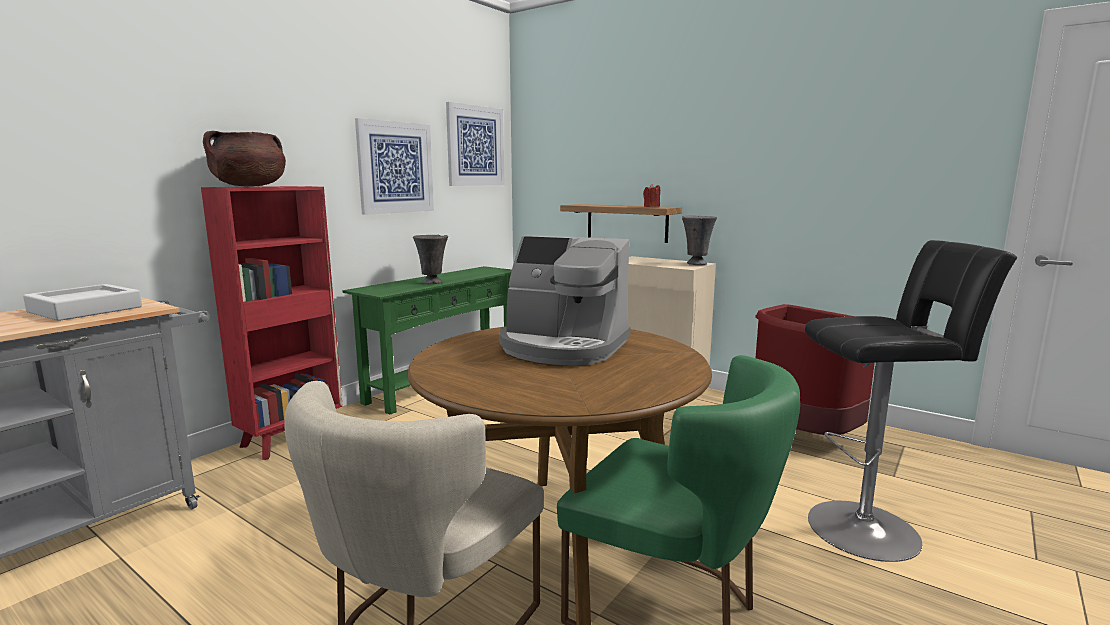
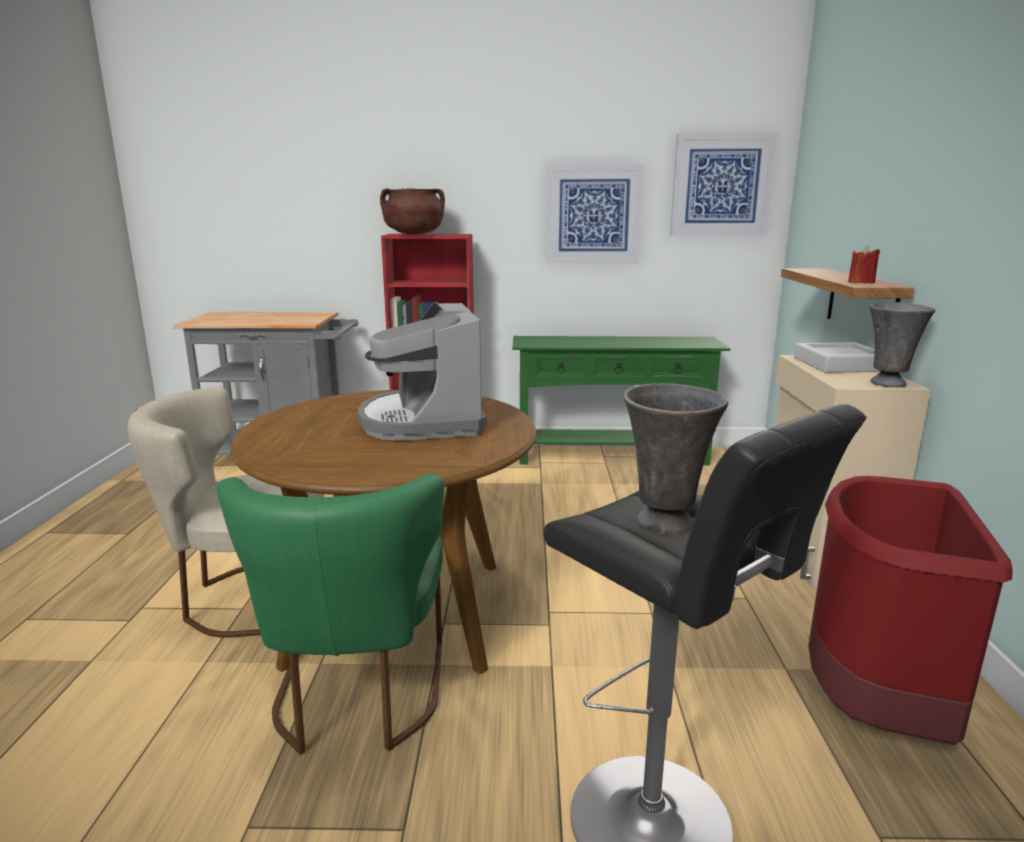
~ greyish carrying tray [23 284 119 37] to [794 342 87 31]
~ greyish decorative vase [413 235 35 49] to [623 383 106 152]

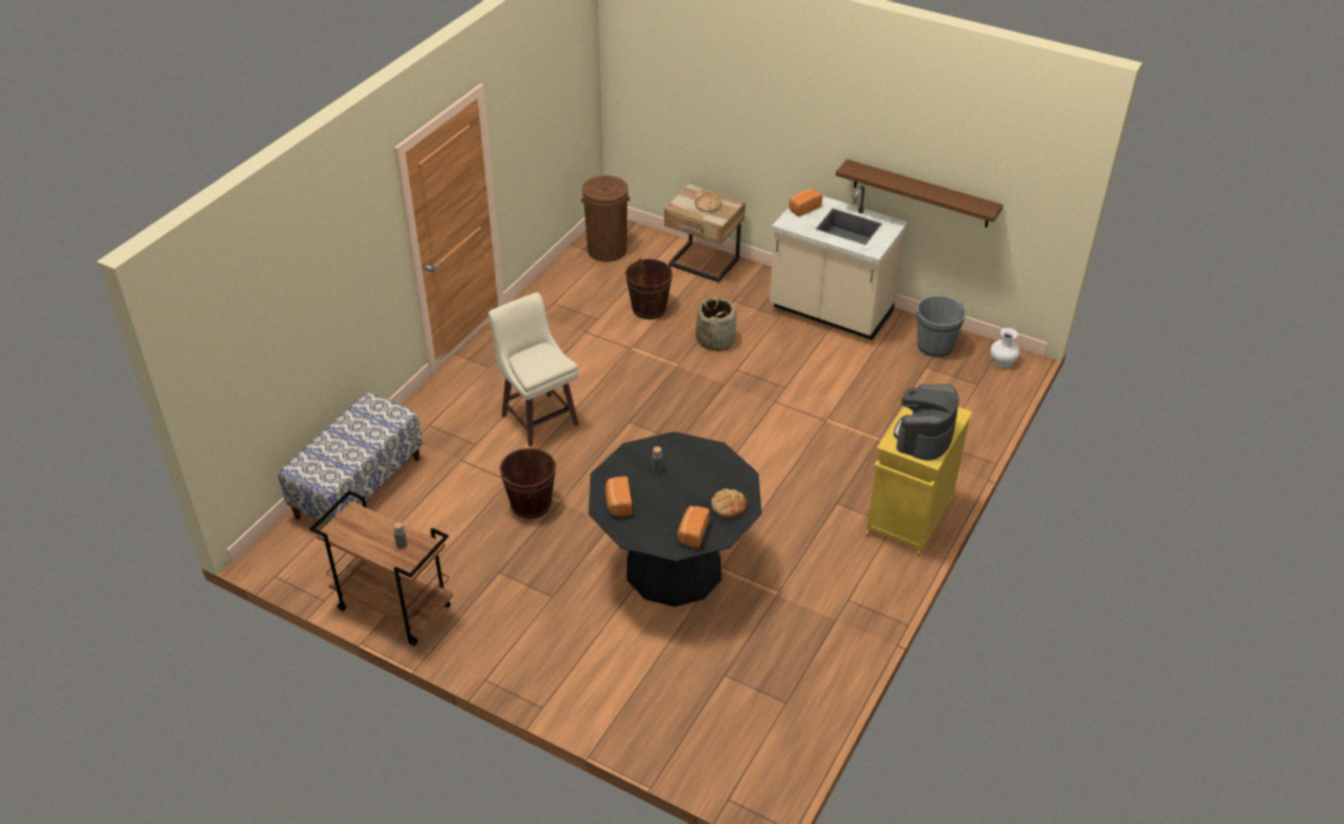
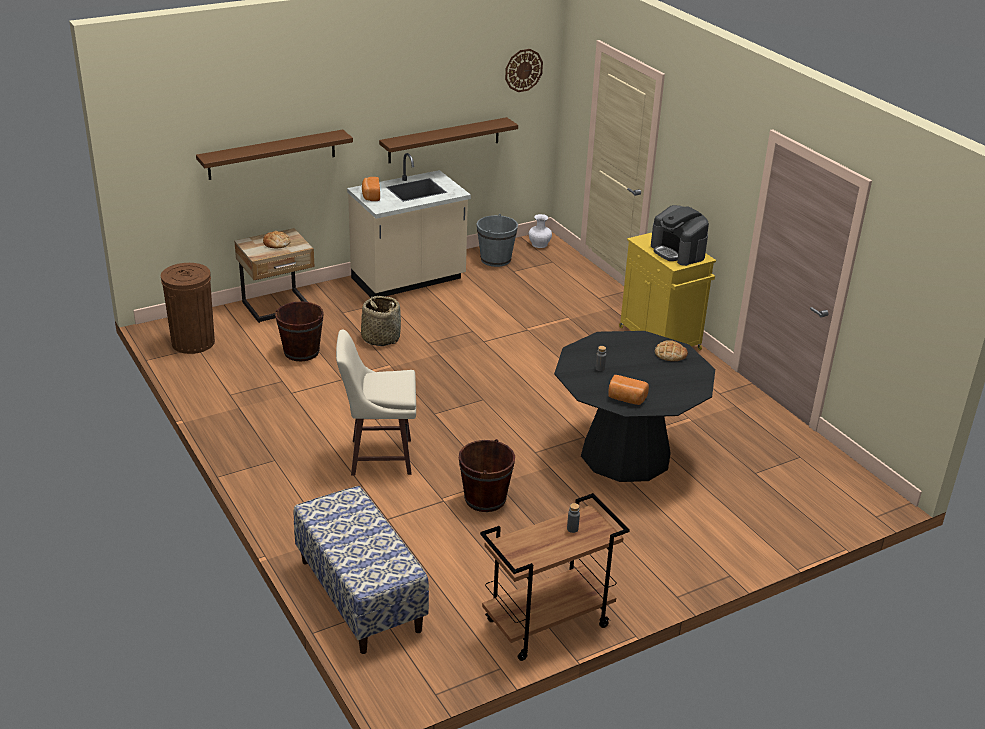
- baked bread [677 506 33 42]
+ brownish wall shelf [196 130 157 50]
+ wall clock [505 49 38 43]

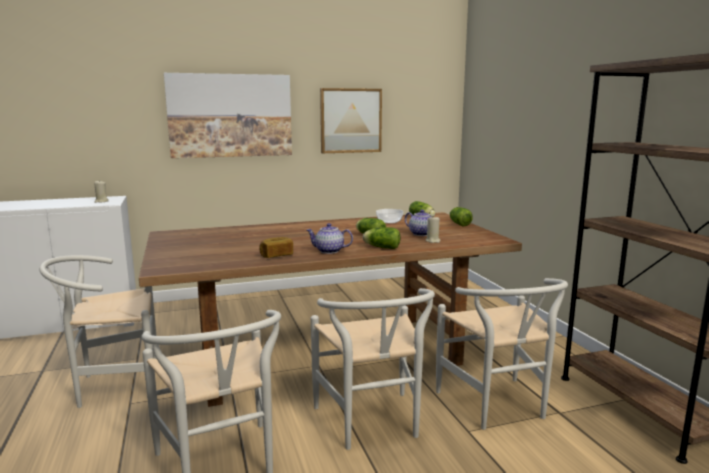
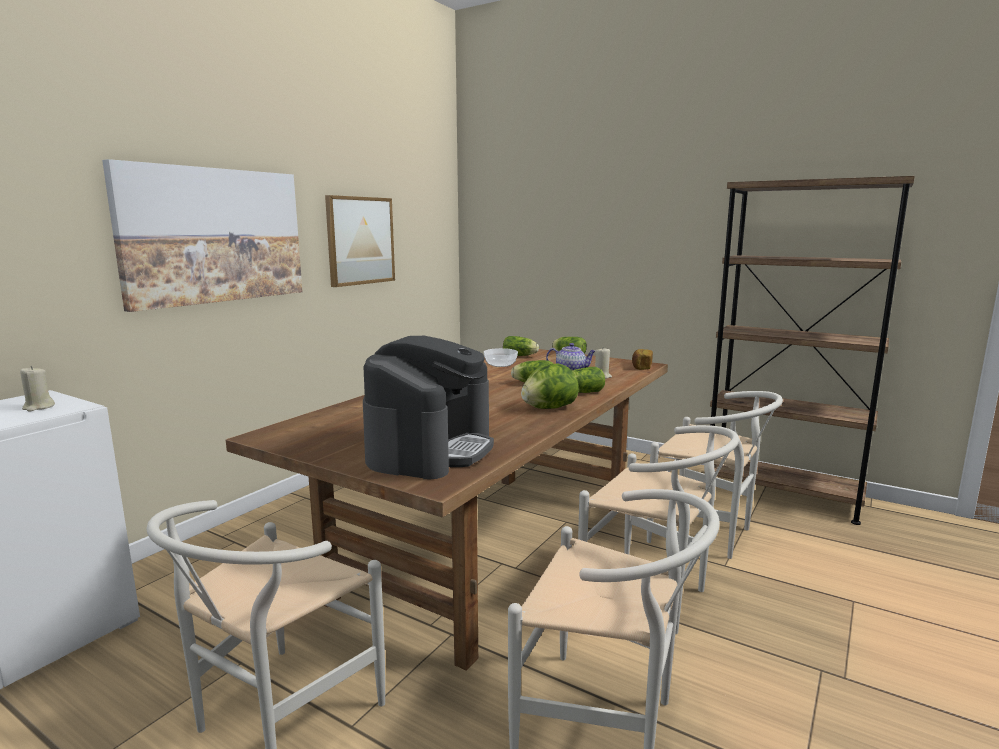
+ coffee machine [363 336 131 144]
~ baked bread [259 237 34 21] to [632 349 21 21]
~ tea pot [307 223 46 31] to lettuce [521 363 58 46]

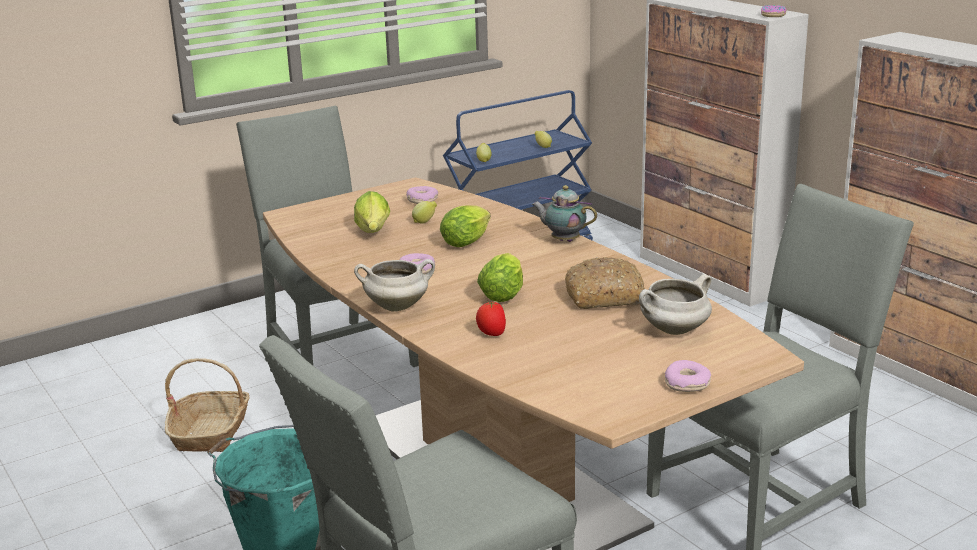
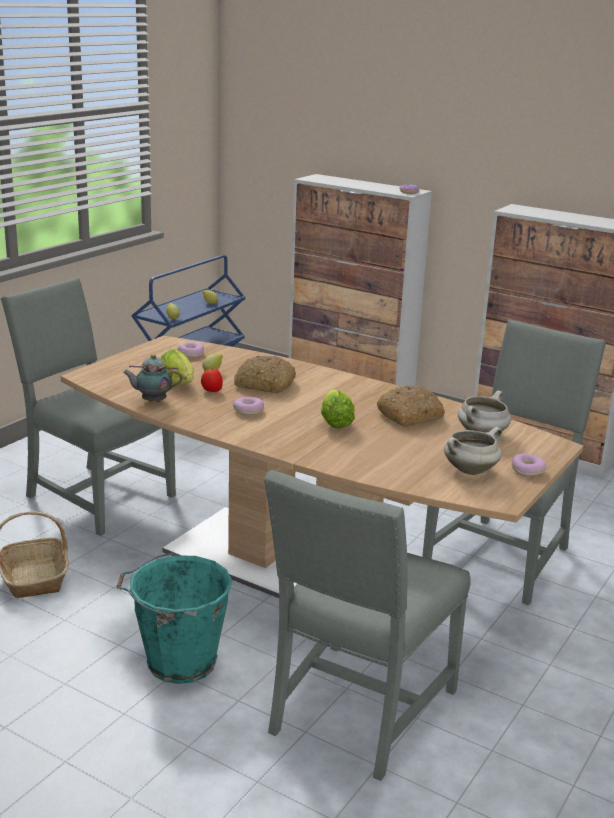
~ whitish stockpot [354 259 81 53] to [444 427 58 48]
~ tomato [476 302 30 34] to [201 368 22 24]
~ tea pot [532 185 65 57] to [122 354 61 48]
~ lettuce [440 205 51 42] to baked bread [234 356 62 37]

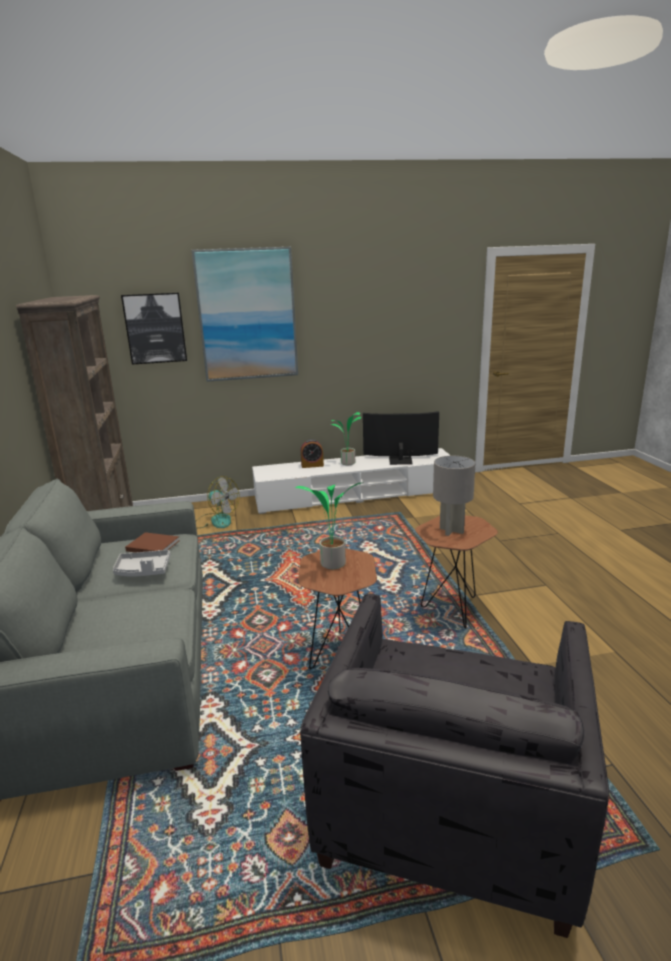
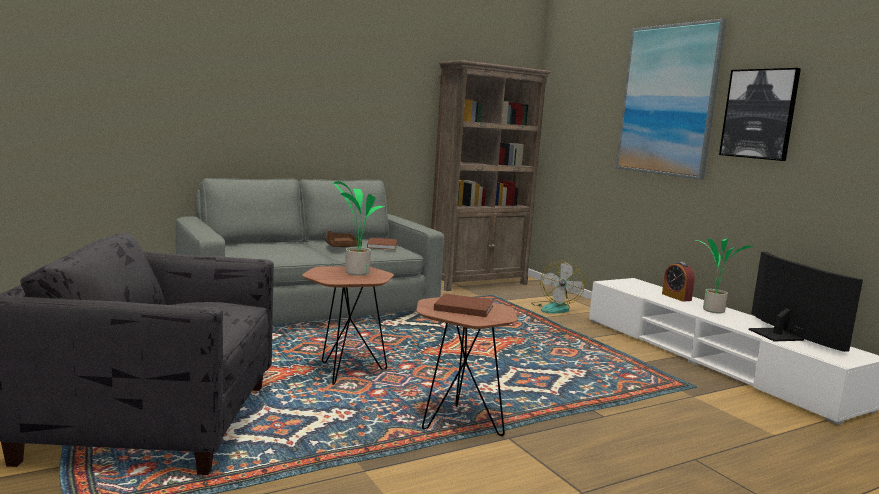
~ picture [121 293 66 72] to [719 68 82 93]
~ greyish lamp for a table [433 456 42 80] to brownish book [434 293 60 24]
~ greyish carrying tray [113 550 57 27] to brownish carrying tray [325 231 37 16]

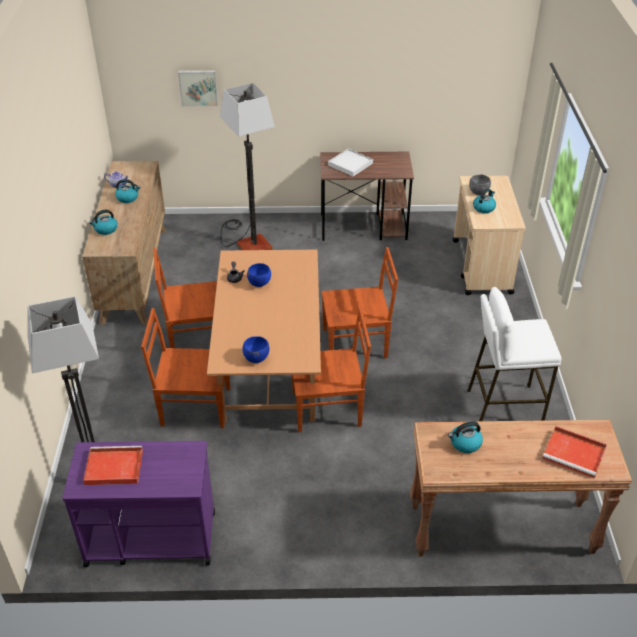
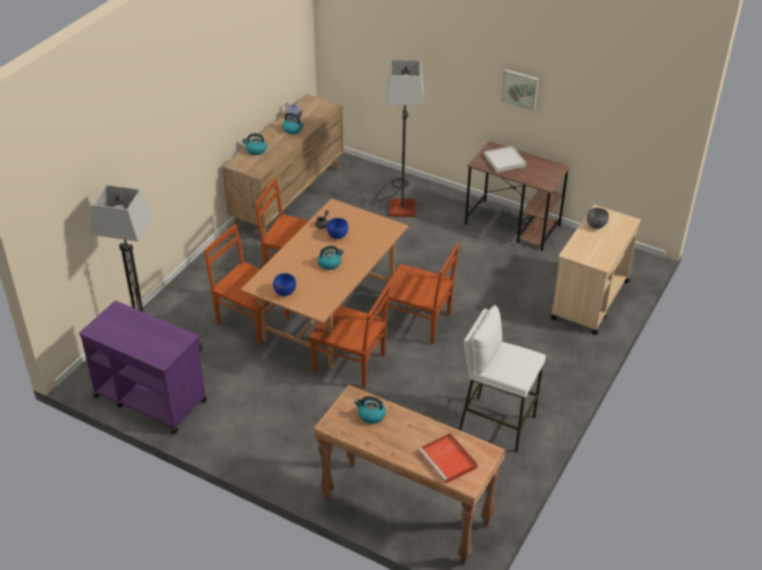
- red-coloured carrying tray [83 446 60 39]
~ picture [178 70 40 36] to [501 69 38 42]
~ water kettle [473 189 23 24] to [318 246 26 24]

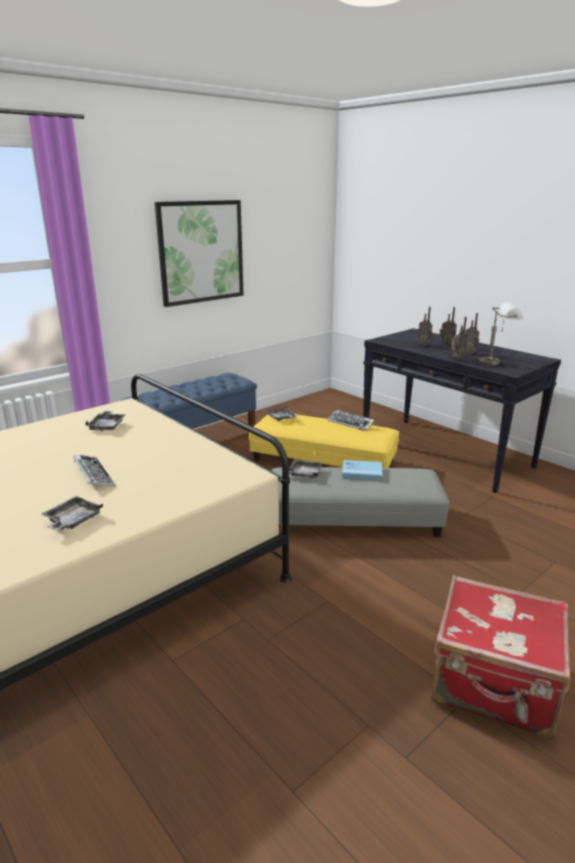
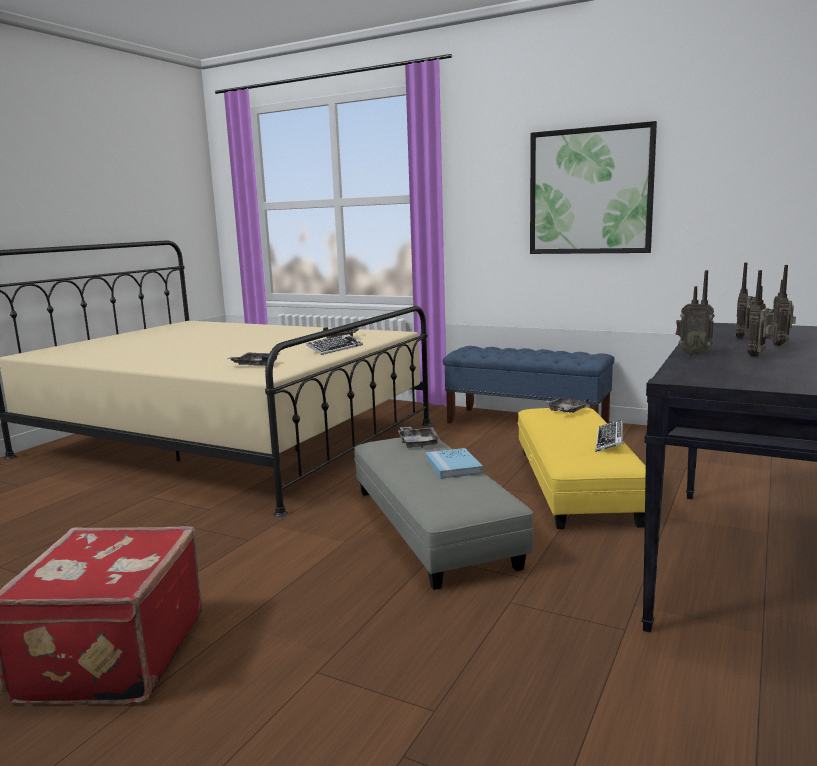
- greyish lamp for a table [479 302 44 64]
~ greyish carrying tray [42 496 61 35] to [228 353 53 13]
~ keyboard [73 454 43 32] to [306 334 57 21]

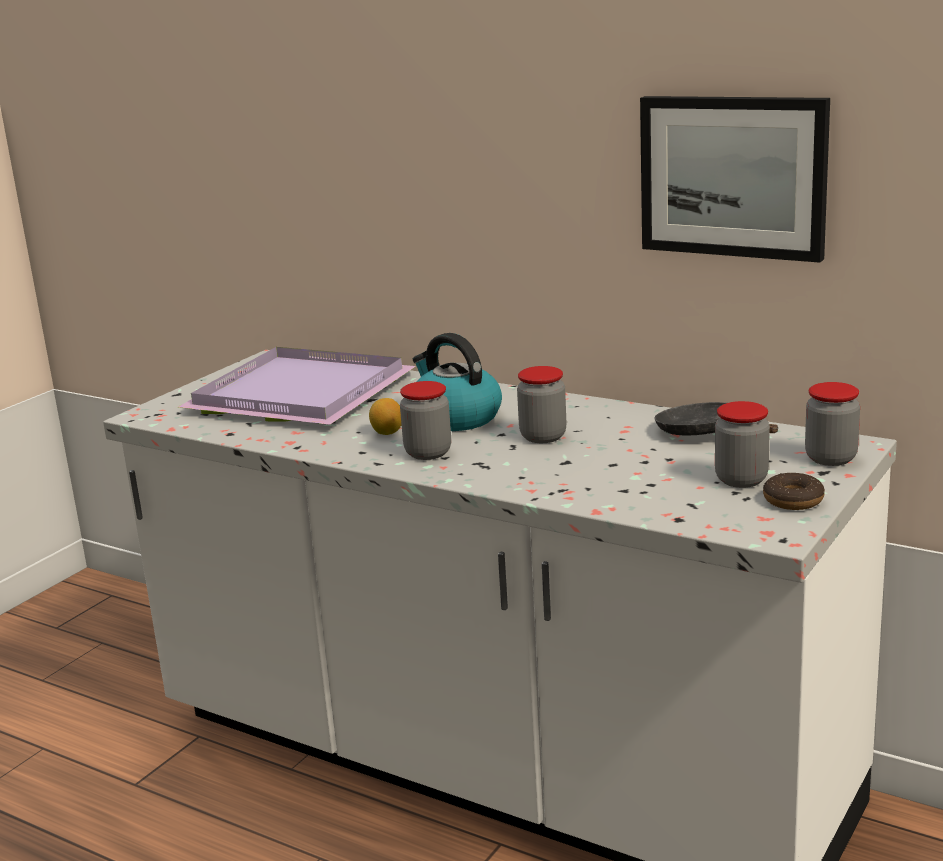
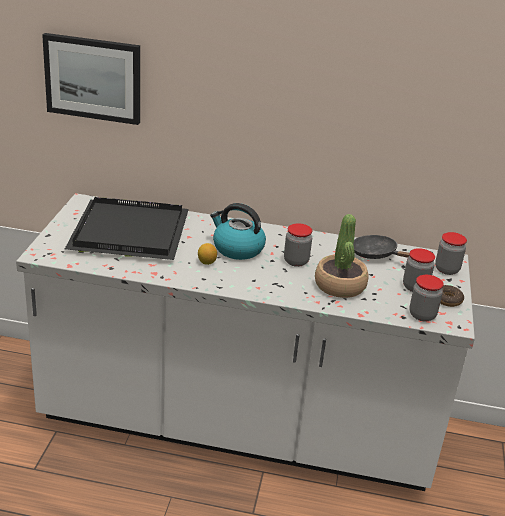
+ houseplant [315 214 54 84]
~ jar [400 381 51 79] to [409 275 35 47]
~ picture [640 96 190 167] to [42 33 98 92]
~ purplish carrying tray [178 347 238 78] to blackish carrying tray [65 197 124 63]

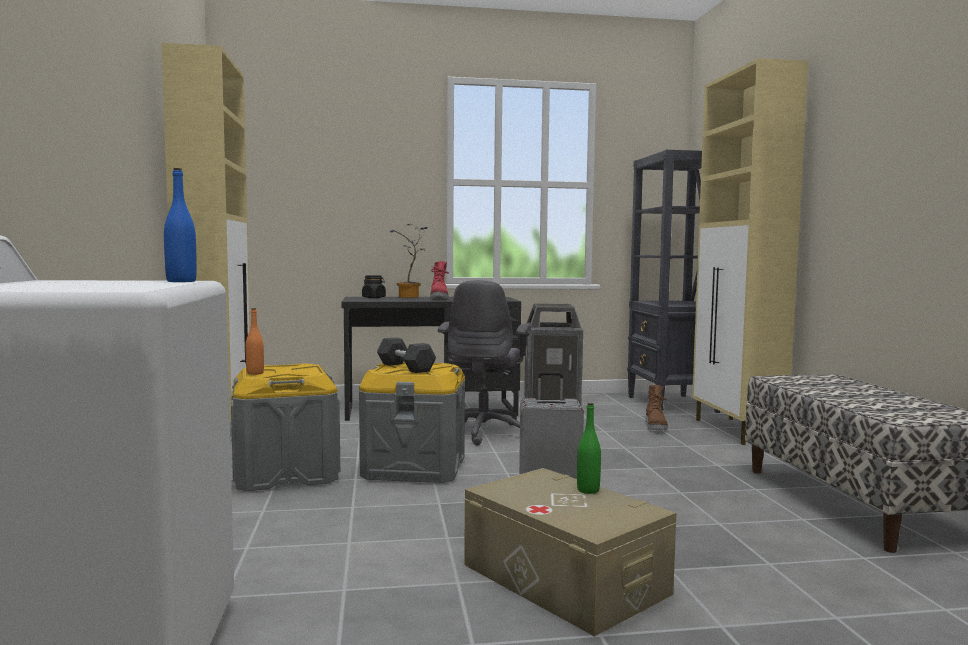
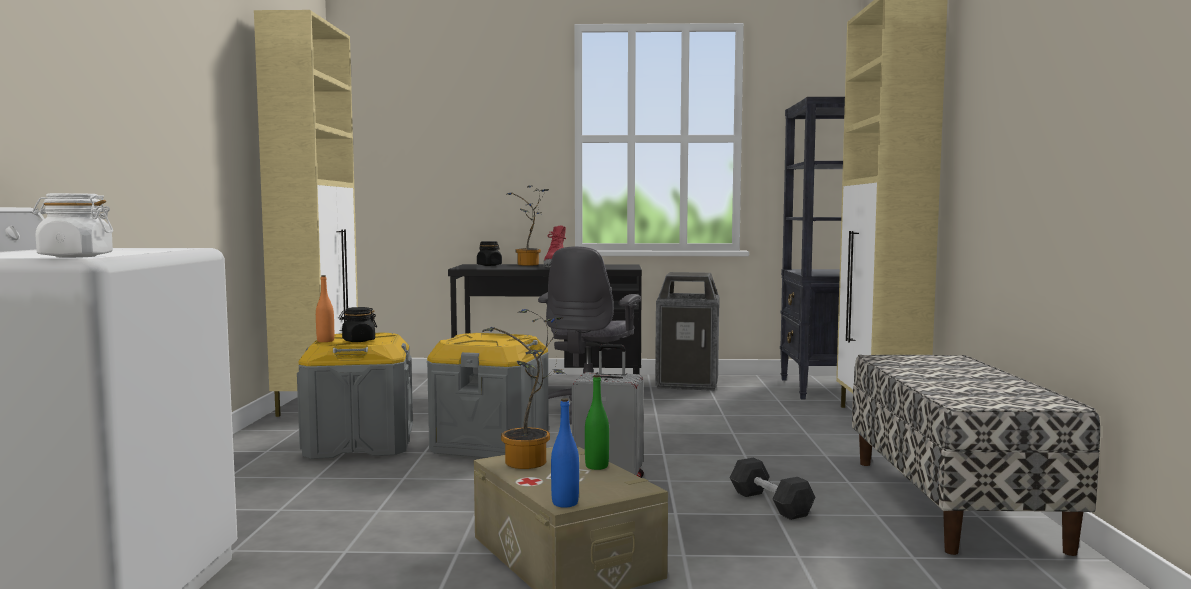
- brownish boot [646 385 22 45]
+ whitish jar [32 193 81 65]
+ blackish jar [339 307 38 35]
+ houseplant [482 309 84 160]
~ blue bottle [164 168 33 114] to [551 398 28 110]
~ blackish free weight [377 337 59 36] to [730 458 85 62]

